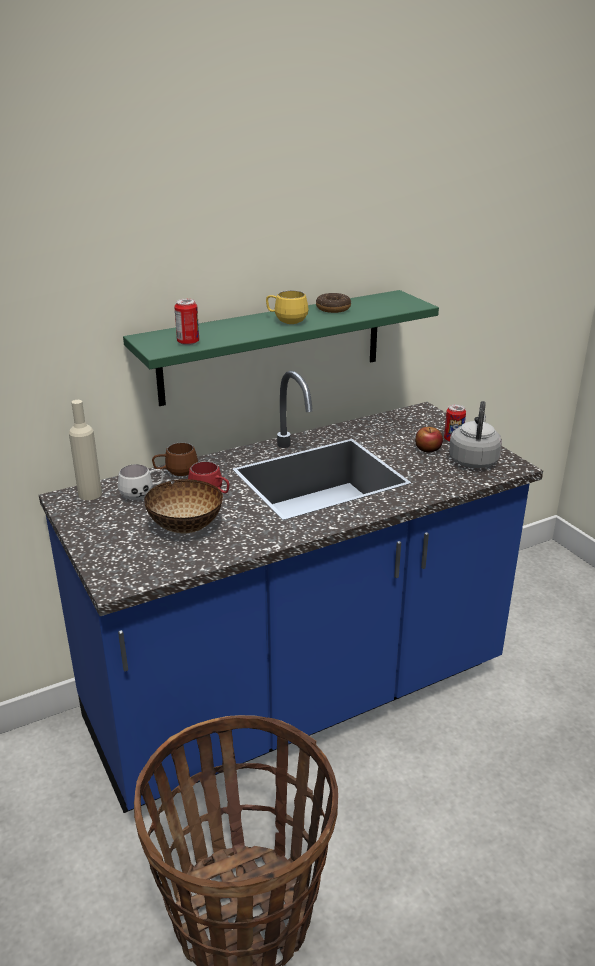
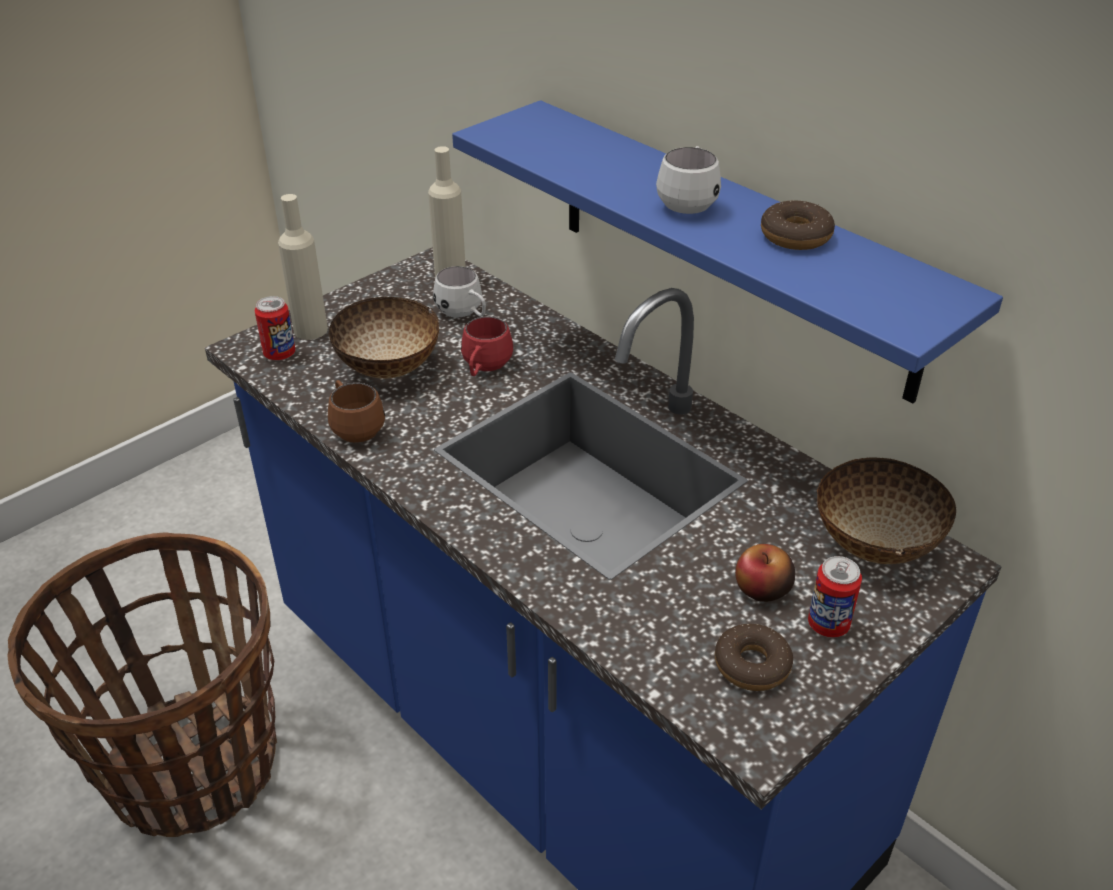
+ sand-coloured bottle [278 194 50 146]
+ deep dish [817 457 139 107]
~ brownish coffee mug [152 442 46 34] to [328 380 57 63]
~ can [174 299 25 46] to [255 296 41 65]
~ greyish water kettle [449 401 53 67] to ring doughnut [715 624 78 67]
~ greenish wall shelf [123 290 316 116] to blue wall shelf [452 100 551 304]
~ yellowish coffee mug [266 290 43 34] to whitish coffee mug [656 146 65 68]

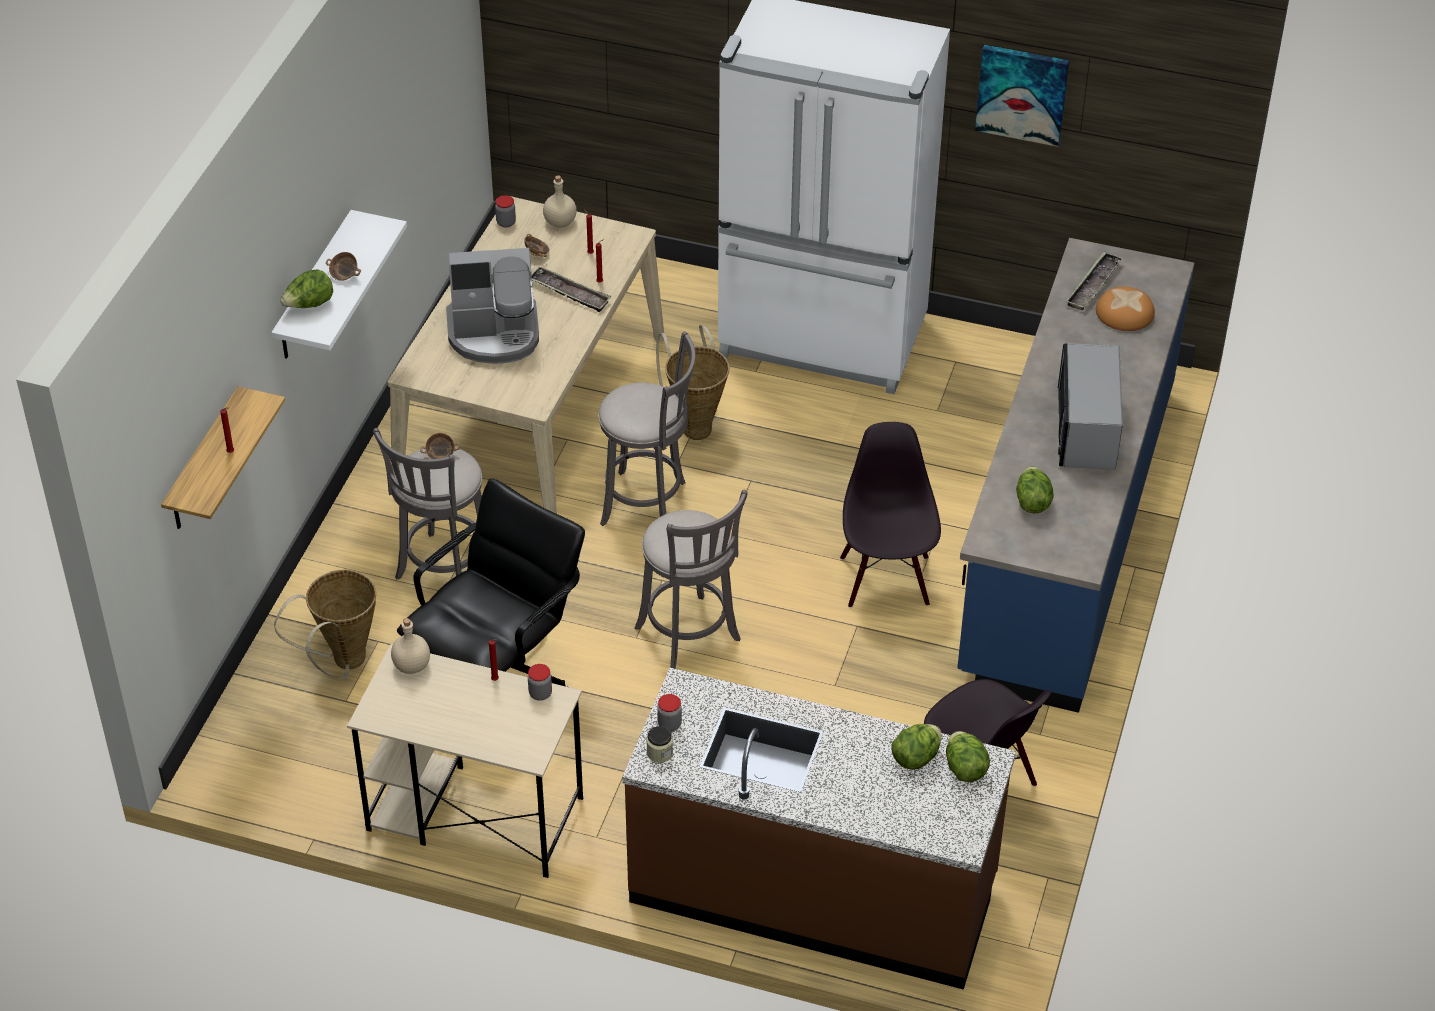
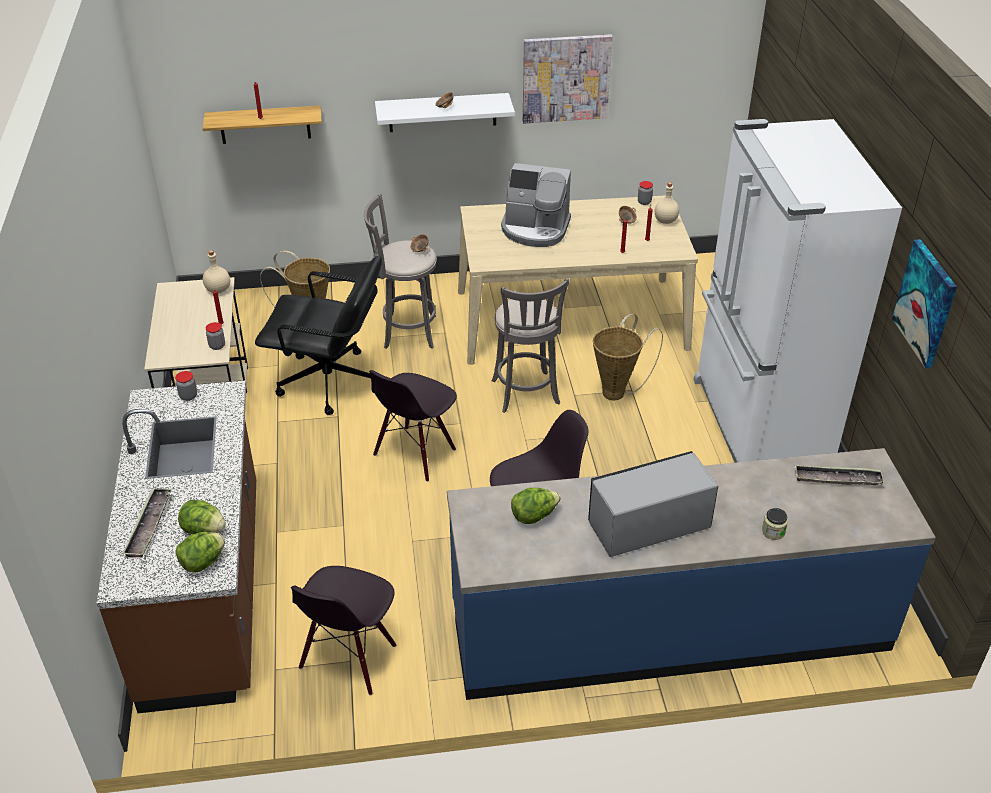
- lettuce [280 269 53 39]
- baked bread [1096 287 59 44]
+ picture [523 34 90 90]
~ carrying tray [532 267 79 45] to [122 488 50 70]
~ jar [646 726 27 37] to [762 508 26 32]
~ greyish sitting stool [634 490 114 179] to blackish plain chair [369 370 88 112]
~ coffee machine [446 248 93 116] = [501 163 70 84] 45 degrees counterclockwise

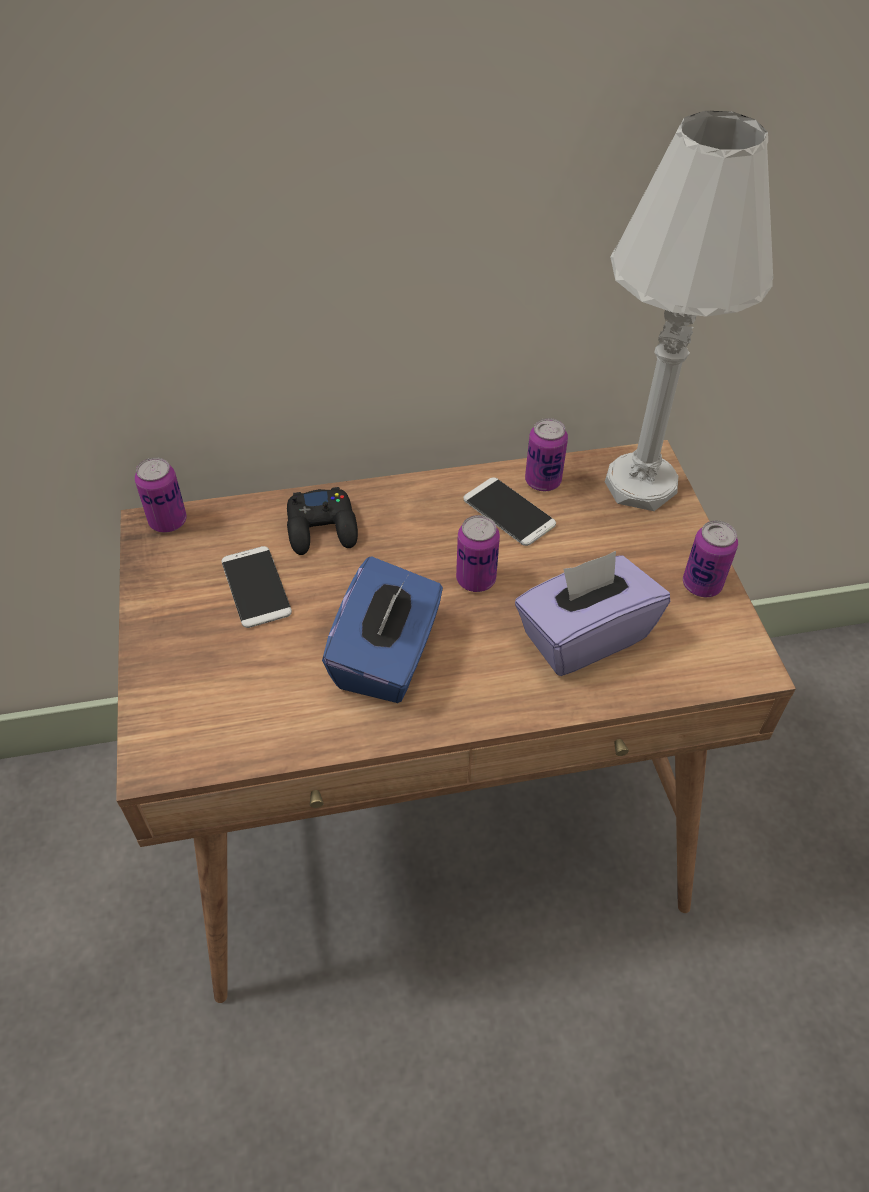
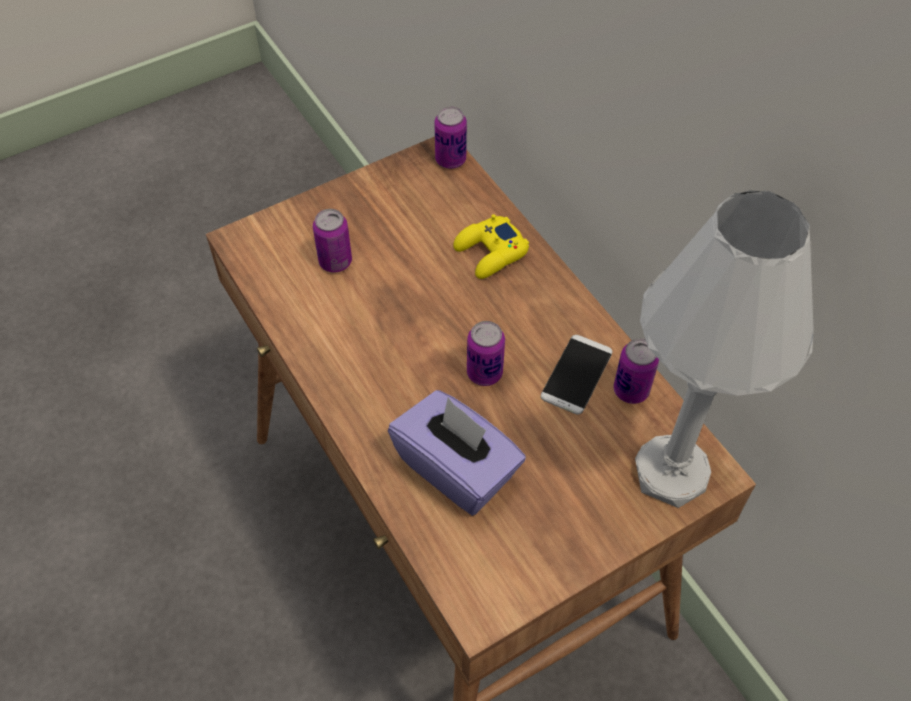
- phone [222 546 70 82]
- blue tissue holder [322 556 121 147]
~ can [683 520 55 77] to [313 209 39 63]
~ blackish joypad [287 487 71 68] to yellowish joypad [453 214 76 65]

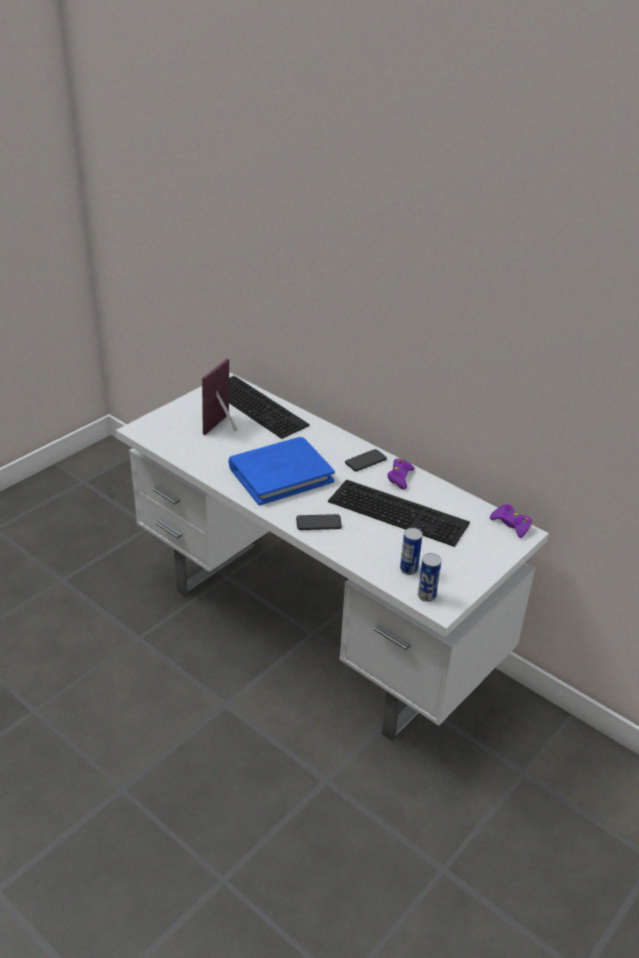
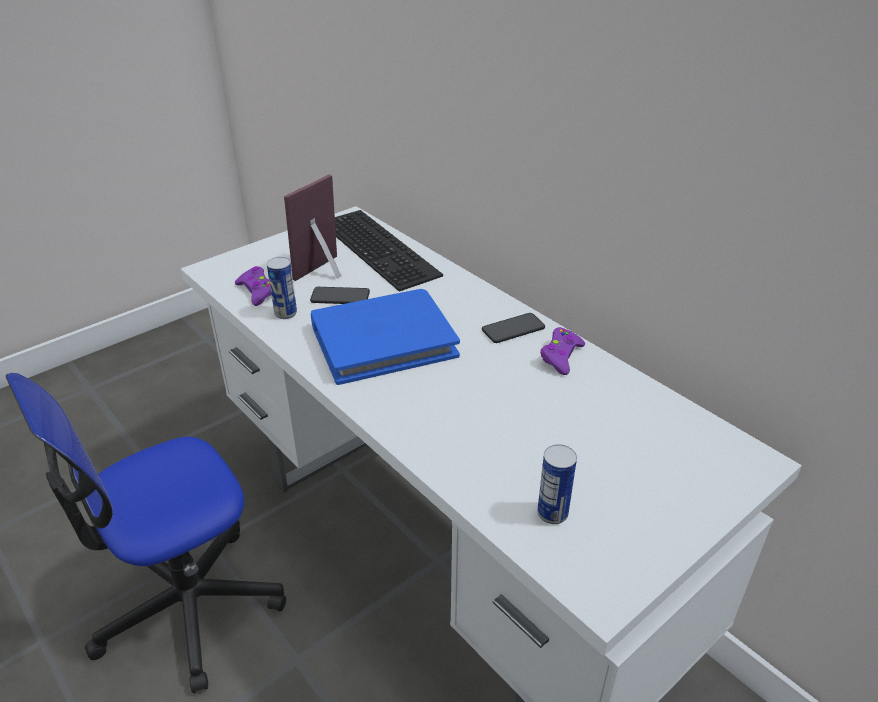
- keyboard [328 479 142 68]
+ office chair [6 373 280 320]
~ phone [296 514 46 16] to [310 287 60 17]
~ can [418 553 24 49] to [267 257 30 62]
~ purplish joypad [490 504 42 34] to [235 266 36 40]

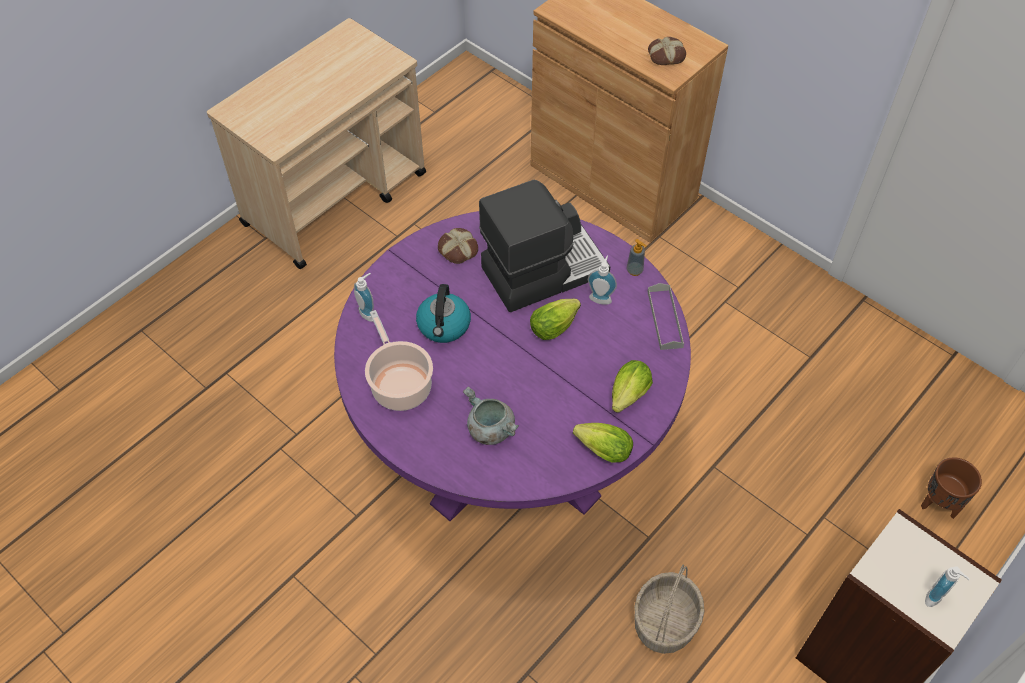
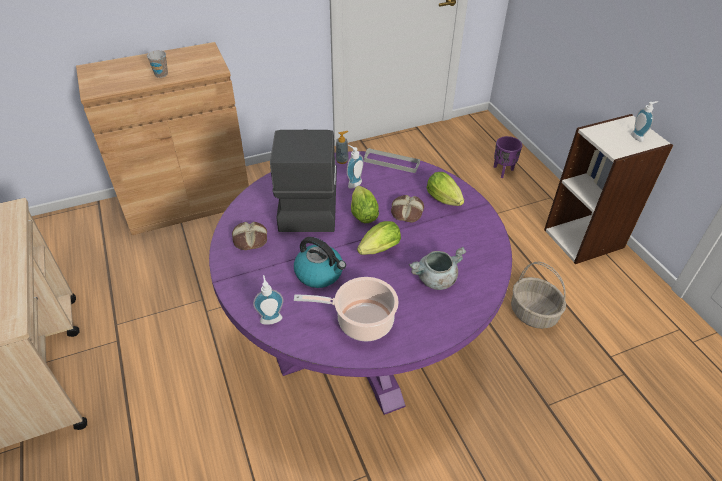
+ cup [147 50 21 28]
~ lettuce [573 423 60 40] to [357 221 44 34]
~ baked bread [648 37 38 28] to [391 195 33 27]
~ brownish plant pot [921 457 61 62] to purplish plant pot [494 136 28 42]

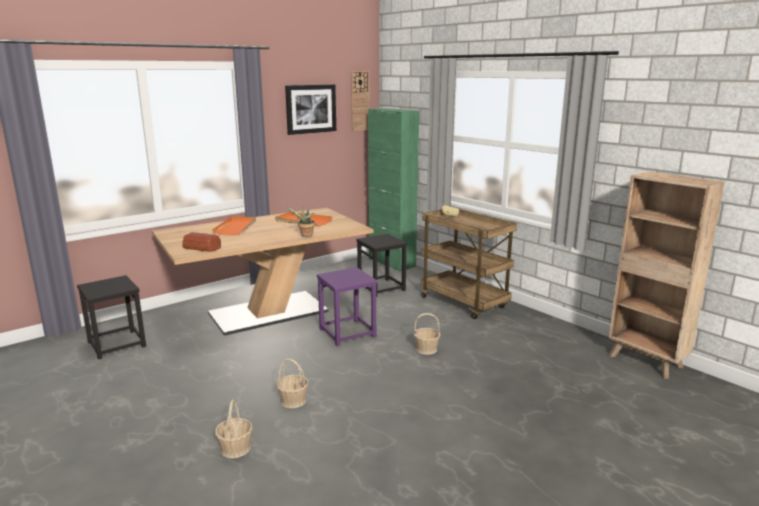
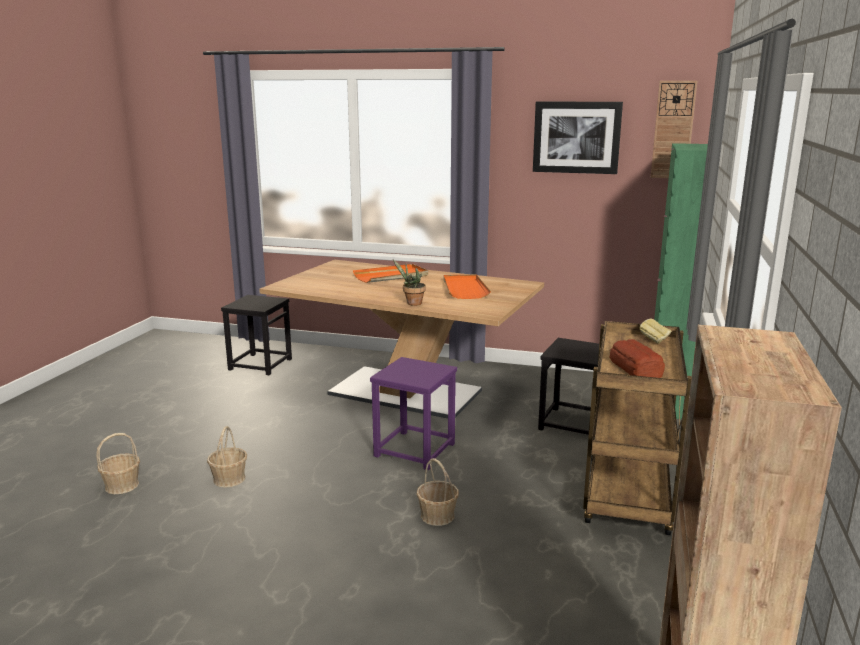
~ baked bread [182 232 39 20] to [610 339 55 39]

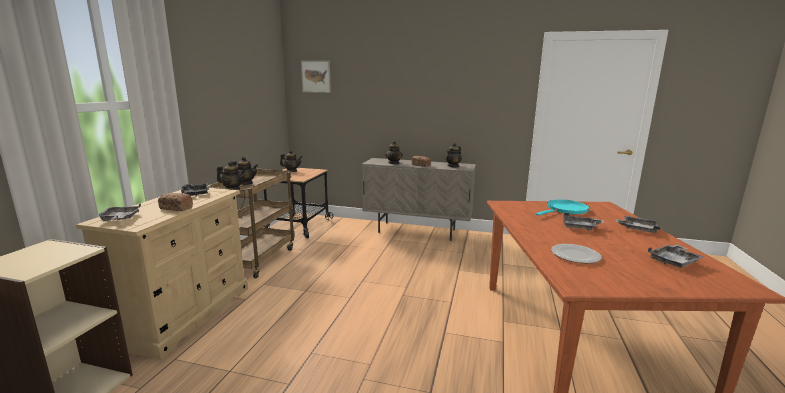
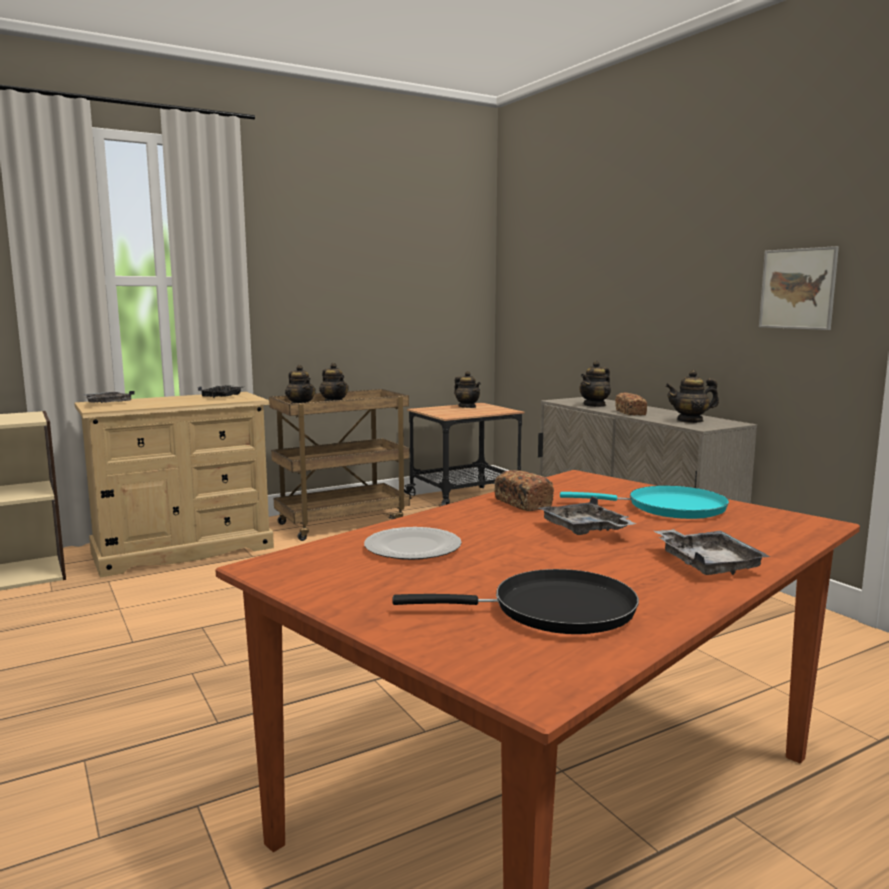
~ baked bread [158 193 35 18] to [494 470 60 41]
~ picture [301 61 30 32] to [759 246 80 84]
~ greyish carrying tray [648 245 56 23] to blackish frying pan [392 569 247 65]

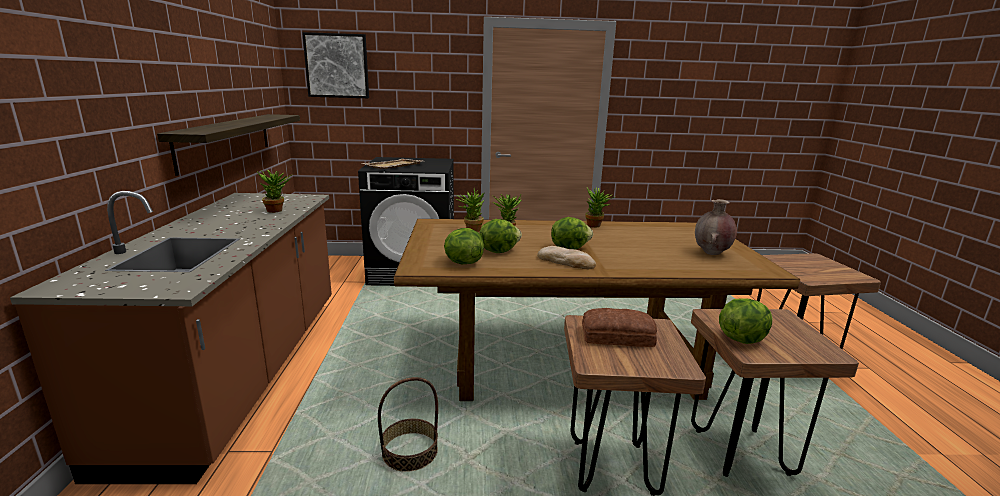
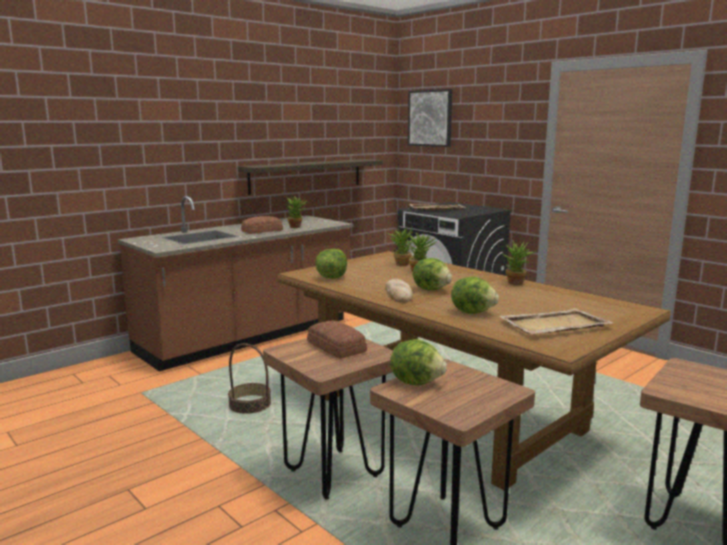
+ baked bread [241 216 42 18]
~ lettuce [479 219 43 34] to [451 276 48 38]
~ brownish decorative vase [695 199 42 56] to sand-coloured carrying tray [499 309 114 25]

